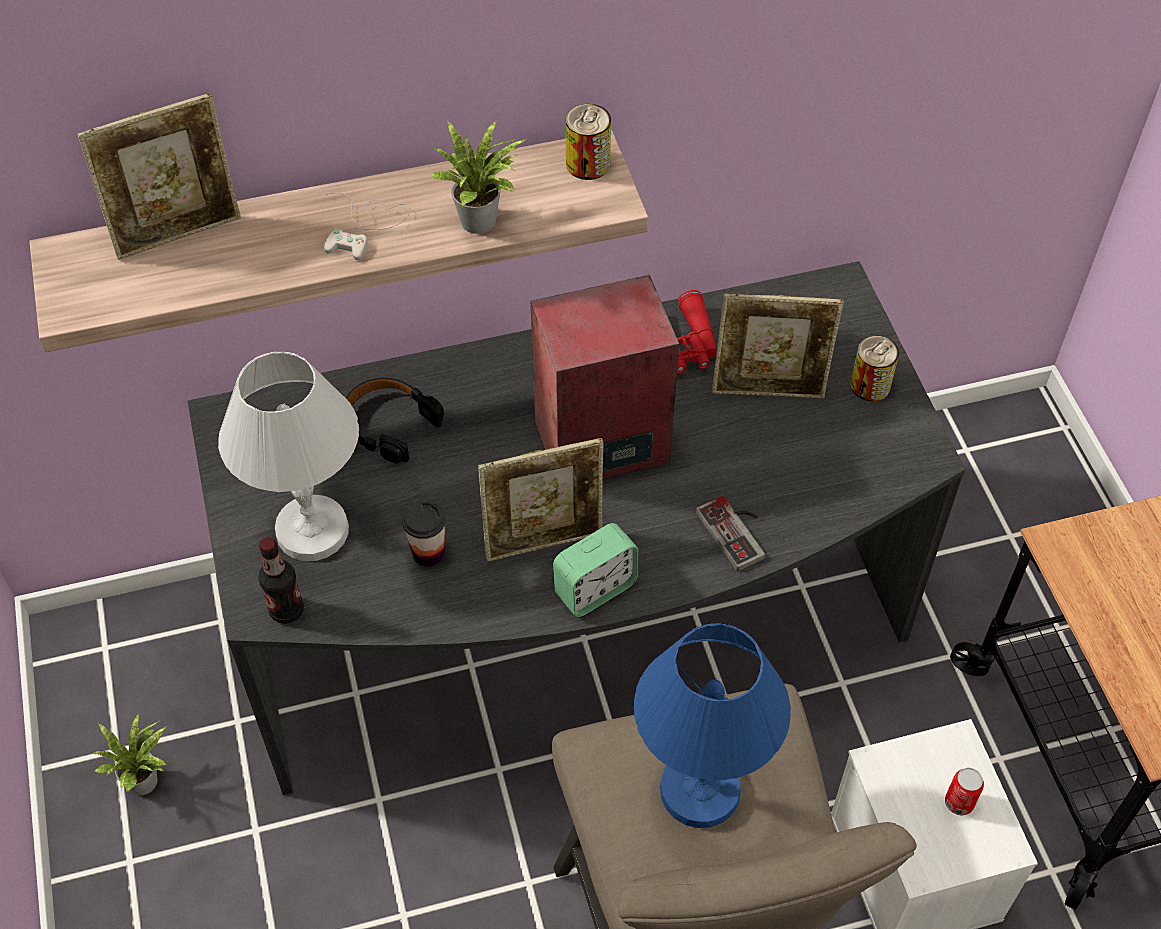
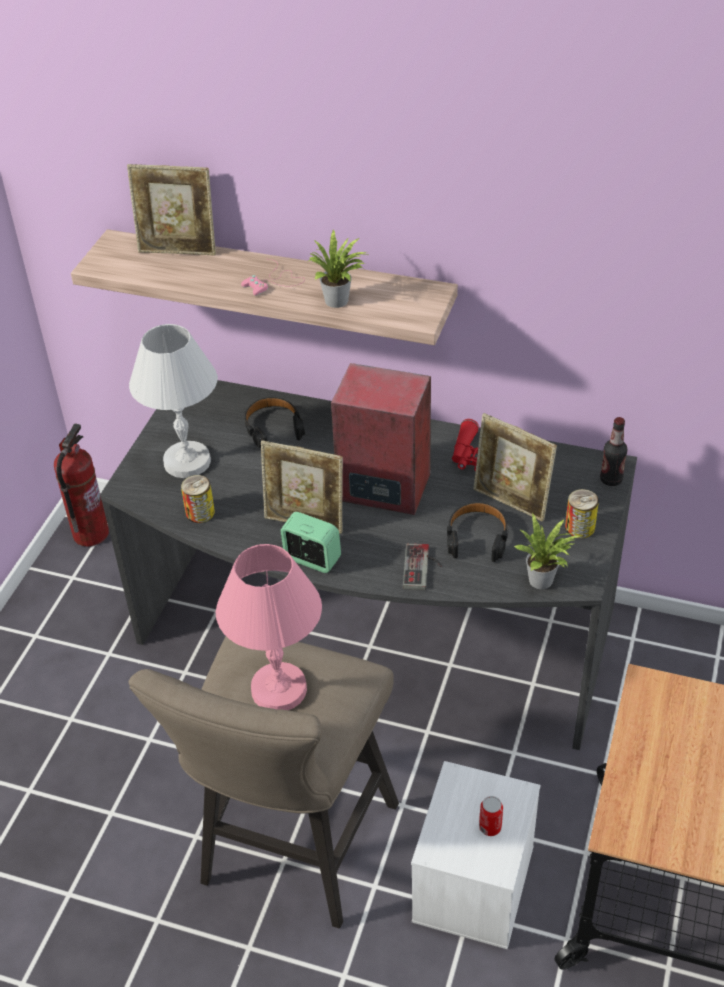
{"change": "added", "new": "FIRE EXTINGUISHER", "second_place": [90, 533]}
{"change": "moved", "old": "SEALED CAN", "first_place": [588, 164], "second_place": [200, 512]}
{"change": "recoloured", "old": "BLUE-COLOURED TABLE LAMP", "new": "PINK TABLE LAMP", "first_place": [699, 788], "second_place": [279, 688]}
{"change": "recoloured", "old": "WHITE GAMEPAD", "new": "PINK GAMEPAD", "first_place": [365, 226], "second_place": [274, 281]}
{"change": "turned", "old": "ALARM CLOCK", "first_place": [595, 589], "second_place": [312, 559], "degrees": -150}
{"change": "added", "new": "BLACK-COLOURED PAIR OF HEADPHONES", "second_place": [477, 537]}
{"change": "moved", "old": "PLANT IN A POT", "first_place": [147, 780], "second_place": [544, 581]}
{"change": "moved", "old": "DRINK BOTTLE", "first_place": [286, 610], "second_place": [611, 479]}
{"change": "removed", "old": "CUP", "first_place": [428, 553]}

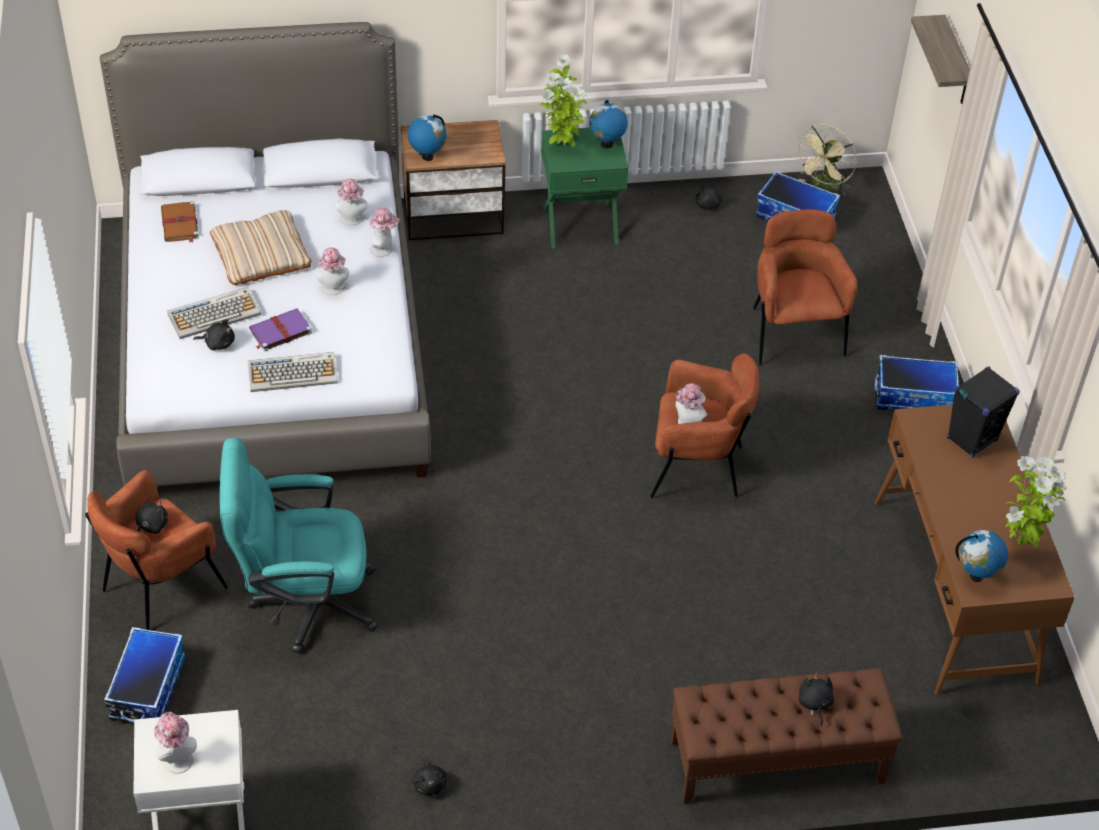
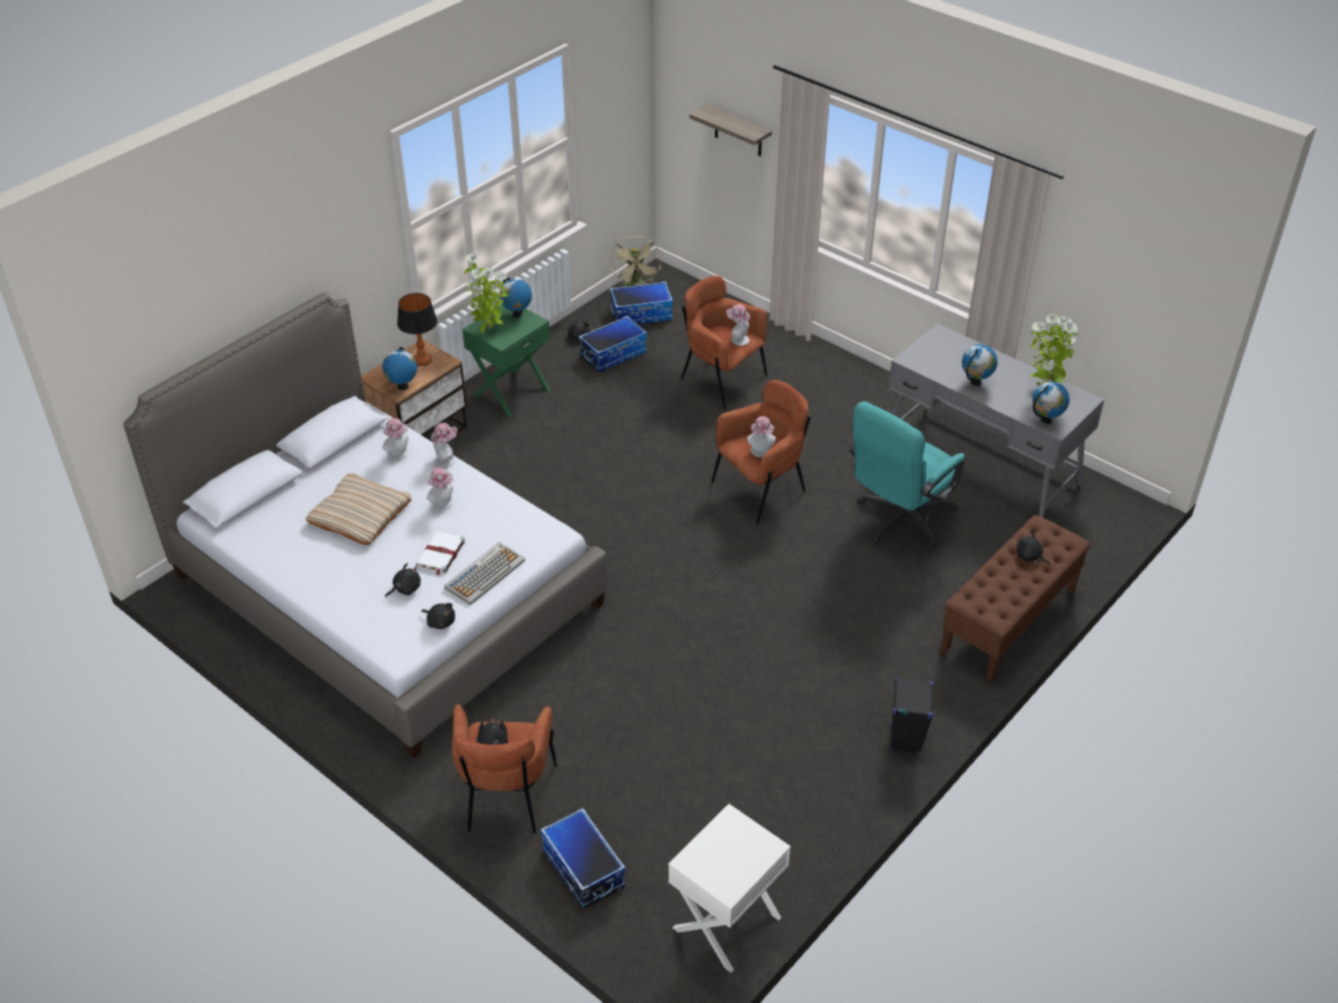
{"change": "added", "new": "TABLE LAMP", "second_place": [422, 361]}
{"change": "recoloured", "old": "PURPLE VOLUME", "new": "WHITE VOLUME", "first_place": [279, 331], "second_place": [440, 554]}
{"change": "moved", "old": "BLACK-COLOURED SOFT TOY", "first_place": [429, 784], "second_place": [440, 622]}
{"change": "moved", "old": "STORAGE BOX", "first_place": [914, 397], "second_place": [613, 354]}
{"change": "moved", "old": "HAT", "first_place": [177, 757], "second_place": [737, 339]}
{"change": "moved", "old": "TURQUOISE COMPUTER CHAIR", "first_place": [303, 603], "second_place": [899, 522]}
{"change": "recoloured", "old": "BROWN-COLOURED DESK", "new": "GREYISH DESK", "first_place": [953, 590], "second_place": [980, 465]}
{"change": "moved", "old": "BLACK-COLOURED AUDIO SPEAKER", "first_place": [972, 439], "second_place": [905, 739]}
{"change": "added", "new": "DESK GLOBE", "second_place": [976, 382]}
{"change": "removed", "old": "BROWN-COLOURED VOLUME", "first_place": [180, 224]}
{"change": "removed", "old": "COMPUTER KEYBOARD", "first_place": [215, 314]}

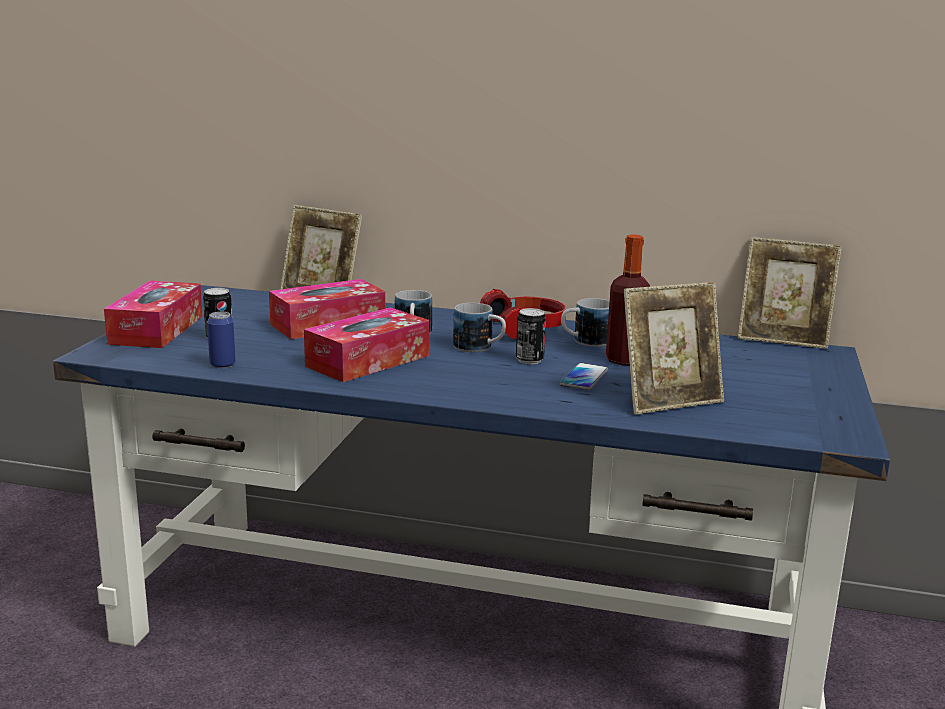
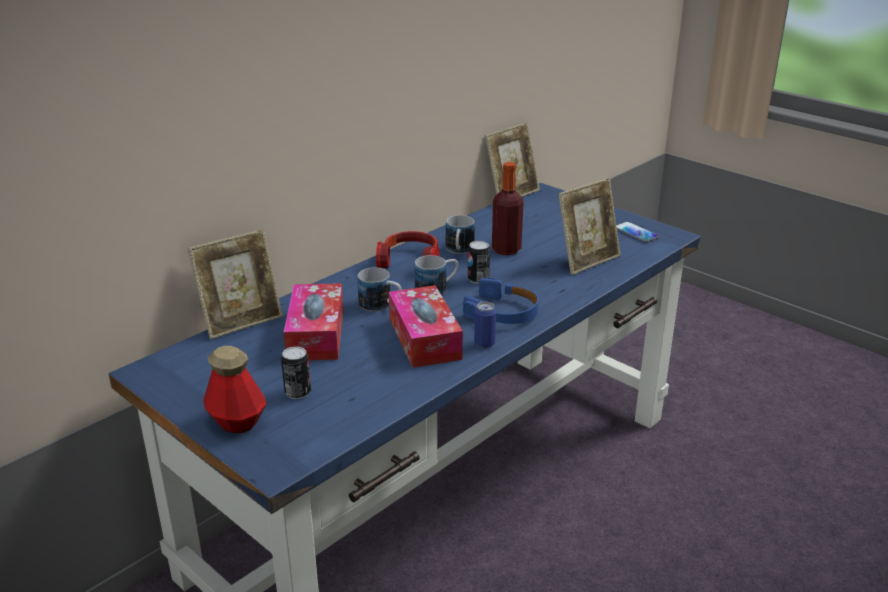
{"change": "replaced", "old": "TISSUE BOX", "new": "DRINK BOTTLE", "first_place": [157, 330], "second_place": [237, 422]}
{"change": "added", "new": "BLUE-COLOURED PAIR OF HEADPHONES", "second_place": [503, 312]}
{"change": "moved", "old": "SEALED CAN", "first_place": [222, 364], "second_place": [484, 343]}
{"change": "turned", "old": "PHOTO FRAME", "first_place": [669, 401], "second_place": [587, 260], "degrees": 45}
{"change": "moved", "old": "PHONE", "first_place": [584, 378], "second_place": [636, 233]}

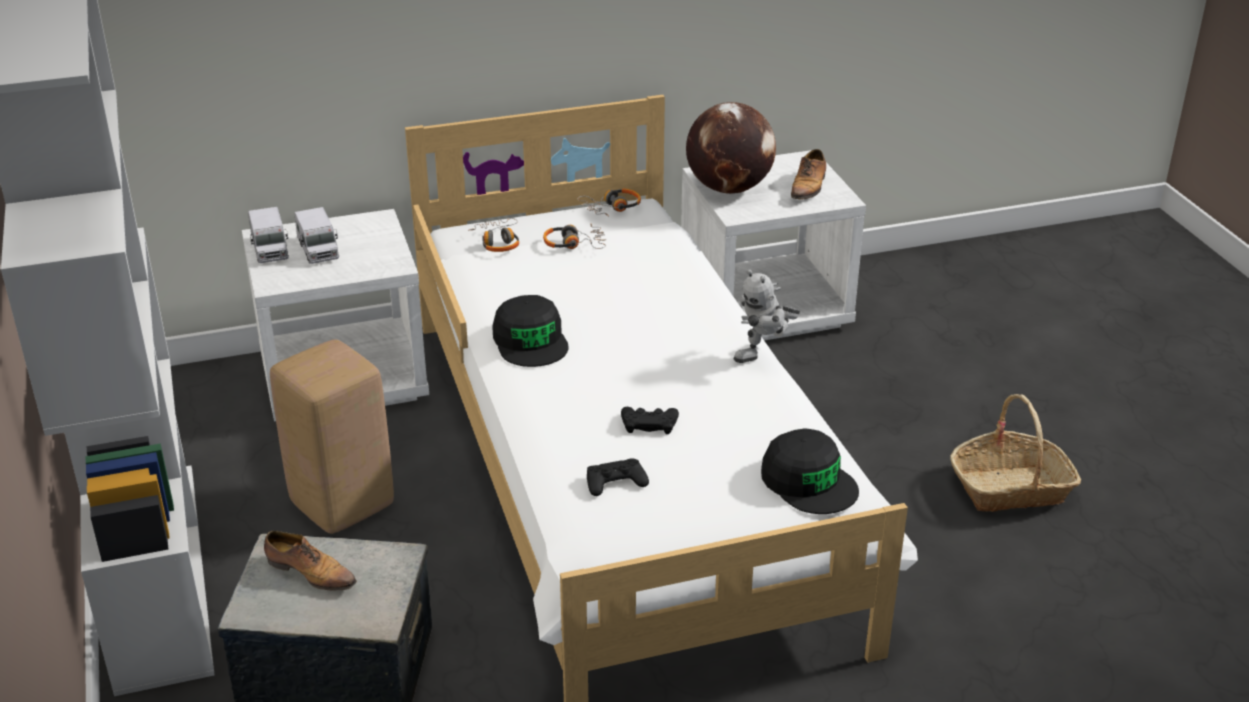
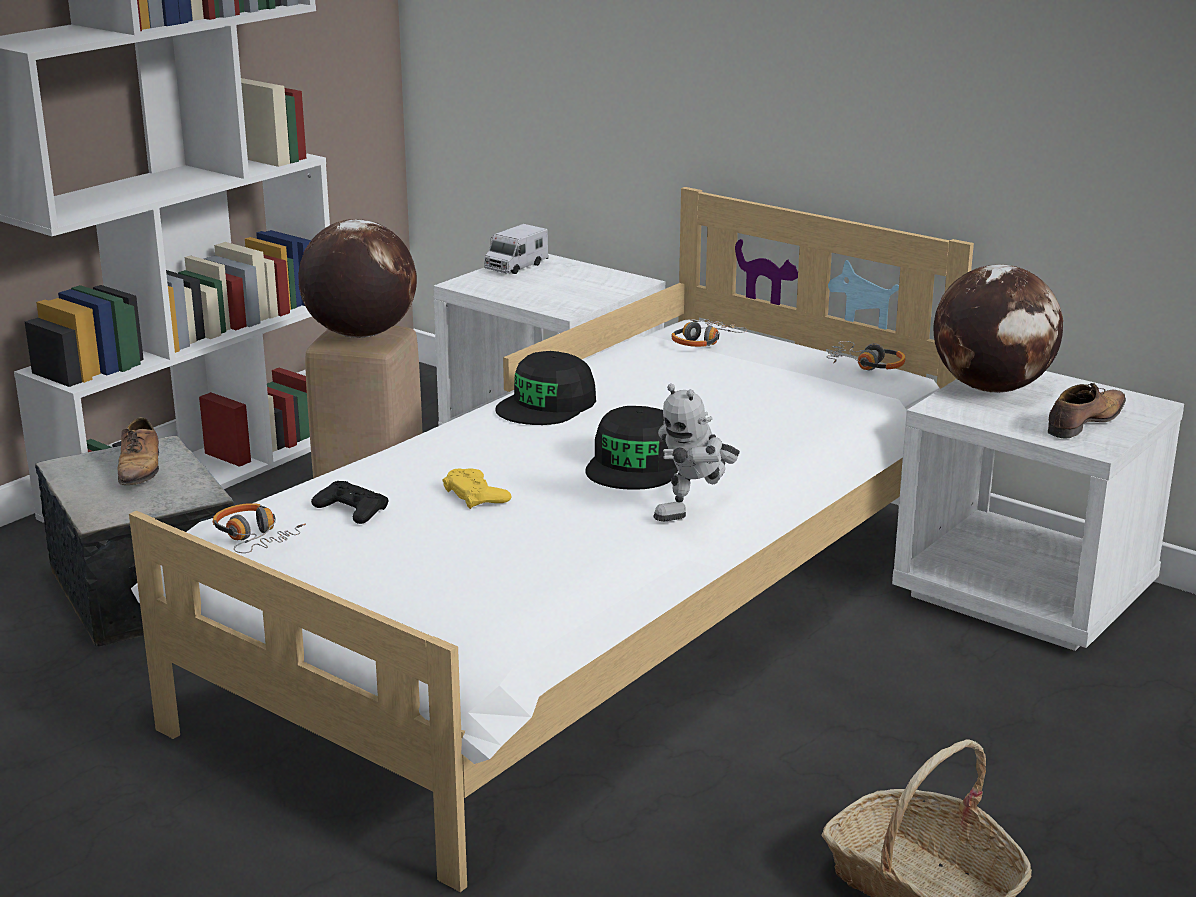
{"change": "moved", "old": "PAIR OF HEADPHONES", "first_place": [574, 244], "second_place": [255, 538]}
{"change": "added", "new": "DESK GLOBE", "second_place": [360, 334]}
{"change": "recoloured", "old": "BLACK-COLOURED GAMEPAD", "new": "YELLOW-COLOURED GAMEPAD", "first_place": [649, 424], "second_place": [476, 495]}
{"change": "moved", "old": "BLACK-COLOURED BASEBALL CAP", "first_place": [809, 481], "second_place": [636, 465]}
{"change": "turned", "old": "TOY ROBOT", "first_place": [765, 356], "second_place": [695, 513], "degrees": -60}
{"change": "turned", "old": "SHOE", "first_place": [808, 187], "second_place": [1084, 423], "degrees": 150}
{"change": "removed", "old": "TOY TRUCK", "first_place": [318, 250]}

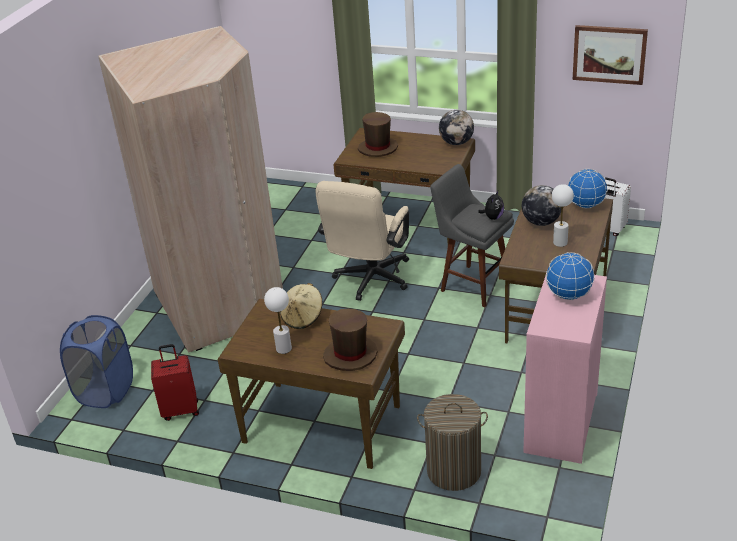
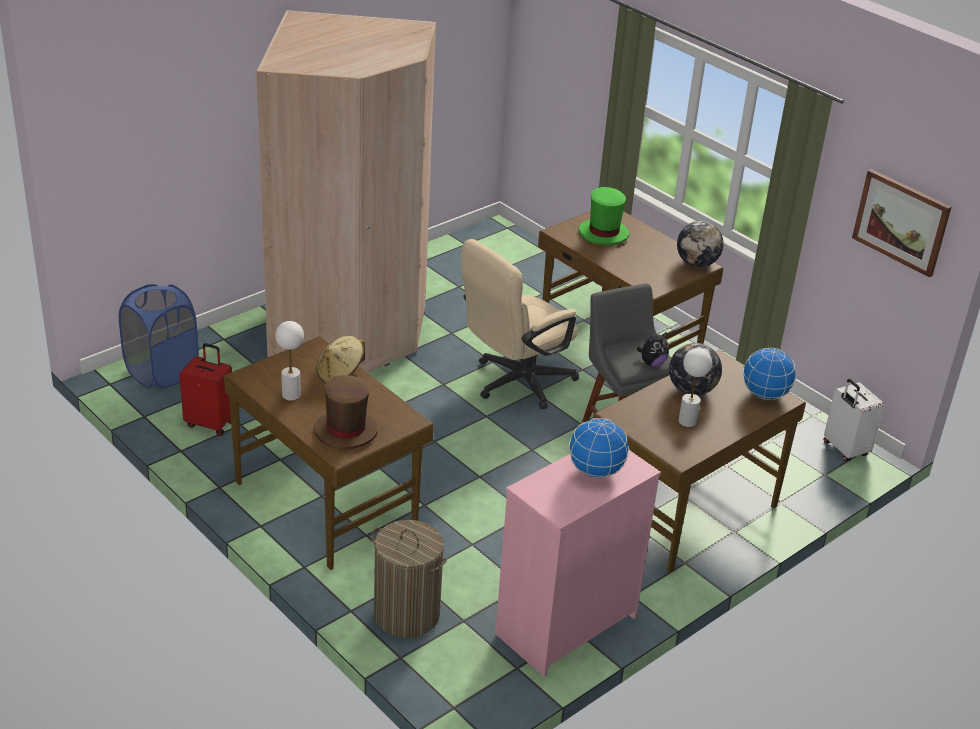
{"change": "recoloured", "old": "BROWN-COLOURED HAT", "new": "GREEN-COLOURED HAT", "first_place": [378, 148], "second_place": [603, 234]}

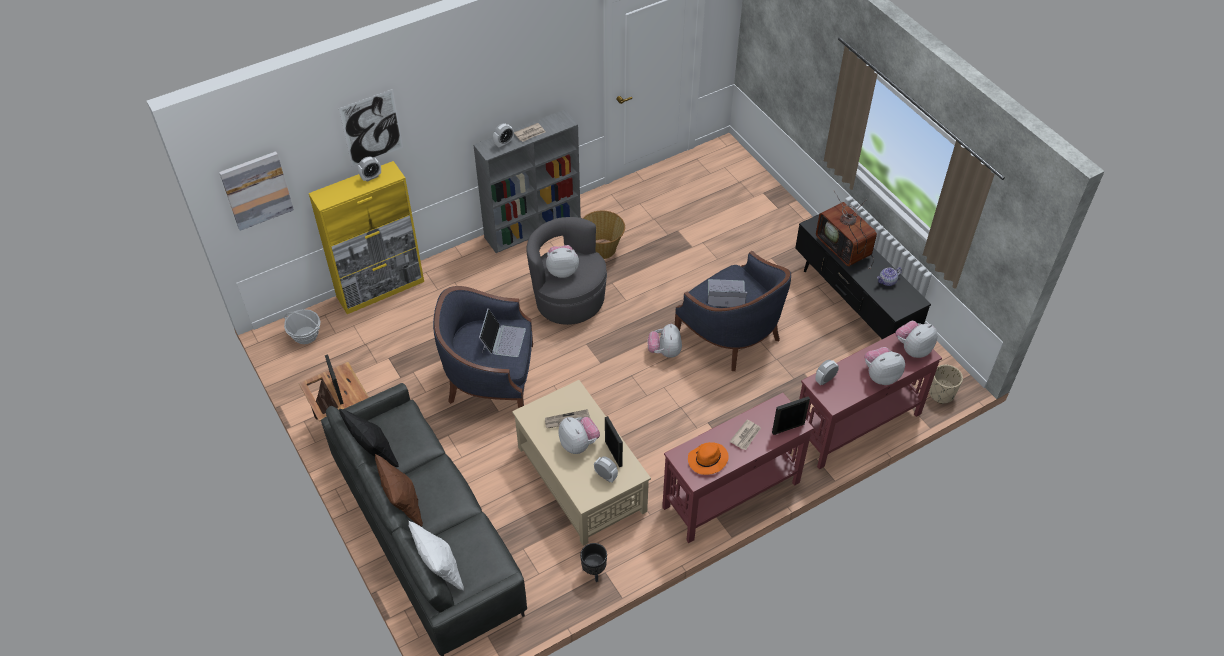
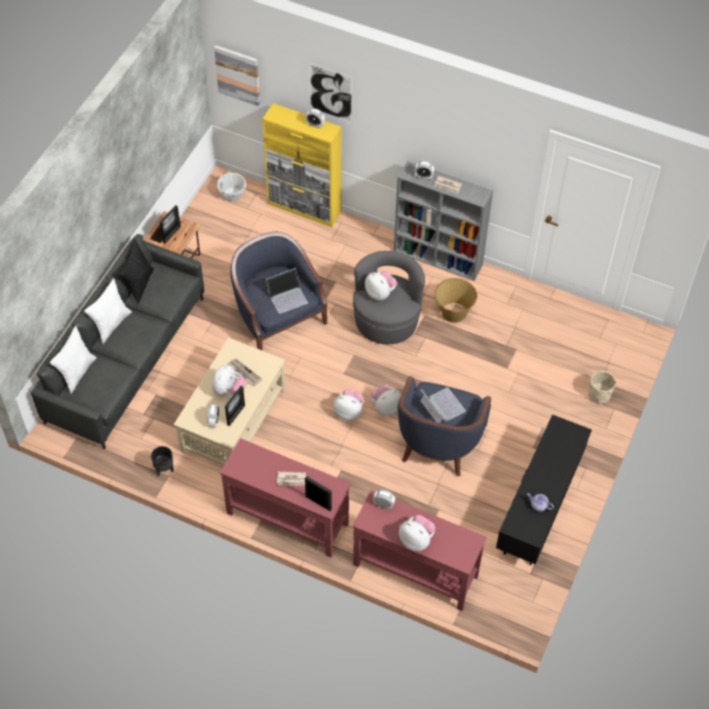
{"change": "recoloured", "old": "BROWN-COLOURED CUSHION", "new": "WHITE CUSHION", "first_place": [403, 505], "second_place": [111, 324]}
{"change": "moved", "old": "SOFT TOY", "first_place": [913, 349], "second_place": [349, 412]}
{"change": "moved", "old": "BEIGE-COLOURED PLANTER", "first_place": [941, 393], "second_place": [599, 395]}
{"change": "removed", "old": "ORANGE HAT", "first_place": [707, 460]}
{"change": "removed", "old": "TV SET", "first_place": [845, 248]}

